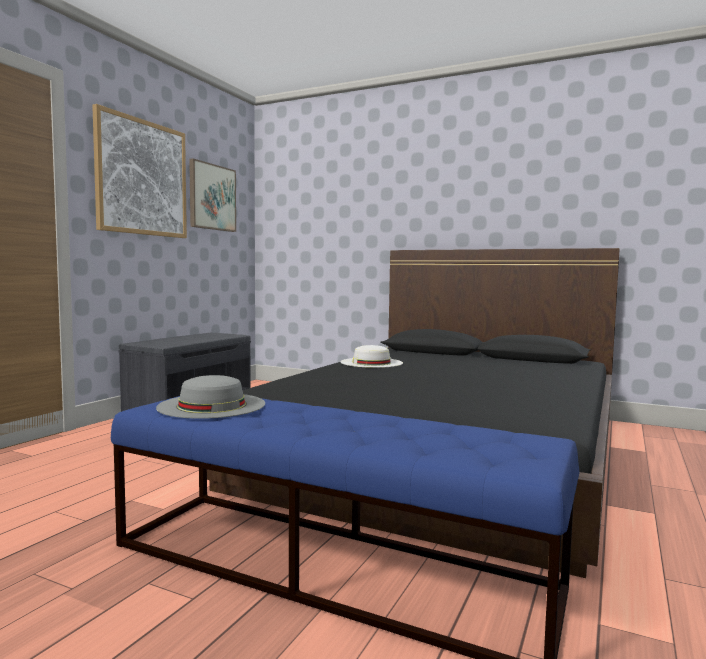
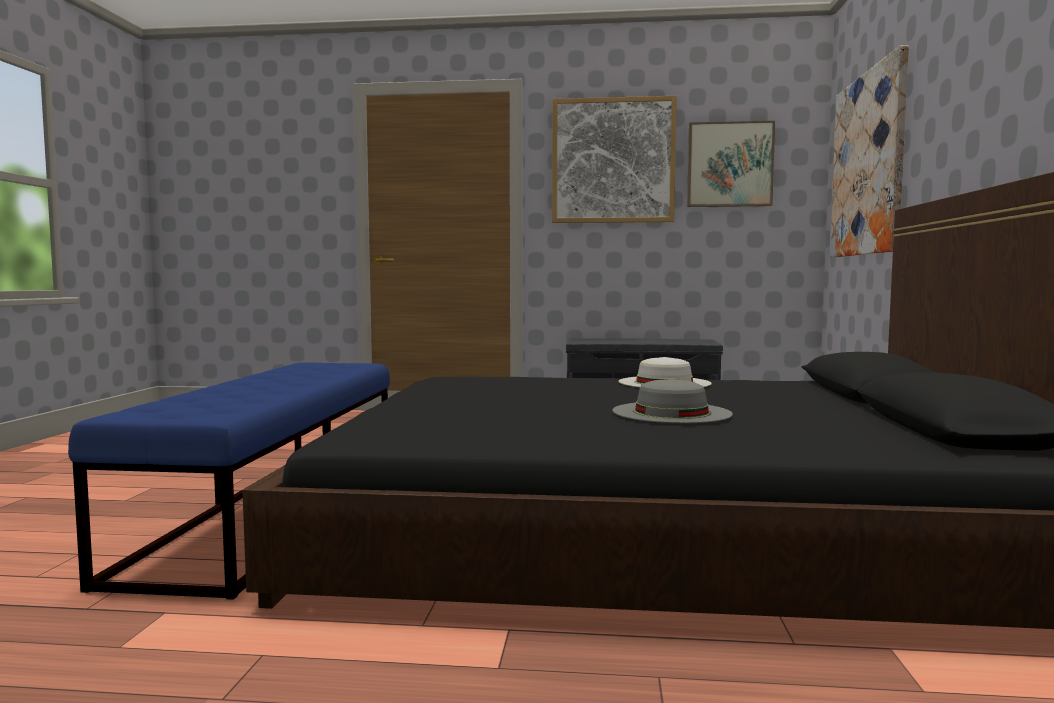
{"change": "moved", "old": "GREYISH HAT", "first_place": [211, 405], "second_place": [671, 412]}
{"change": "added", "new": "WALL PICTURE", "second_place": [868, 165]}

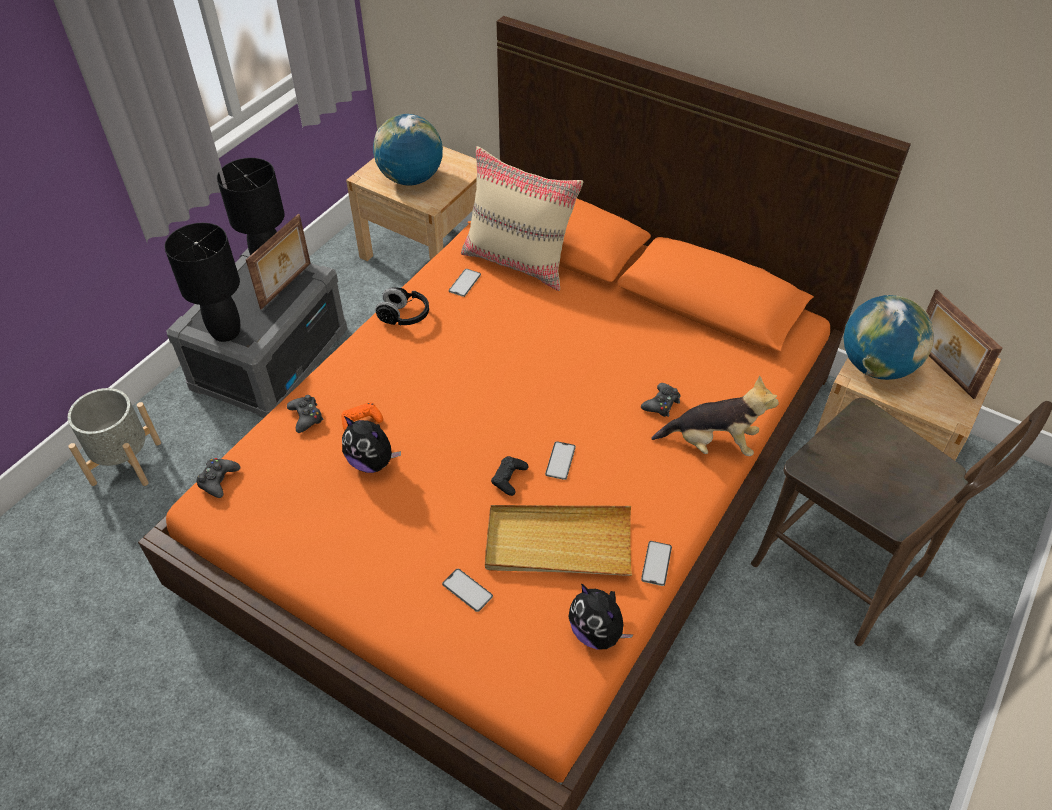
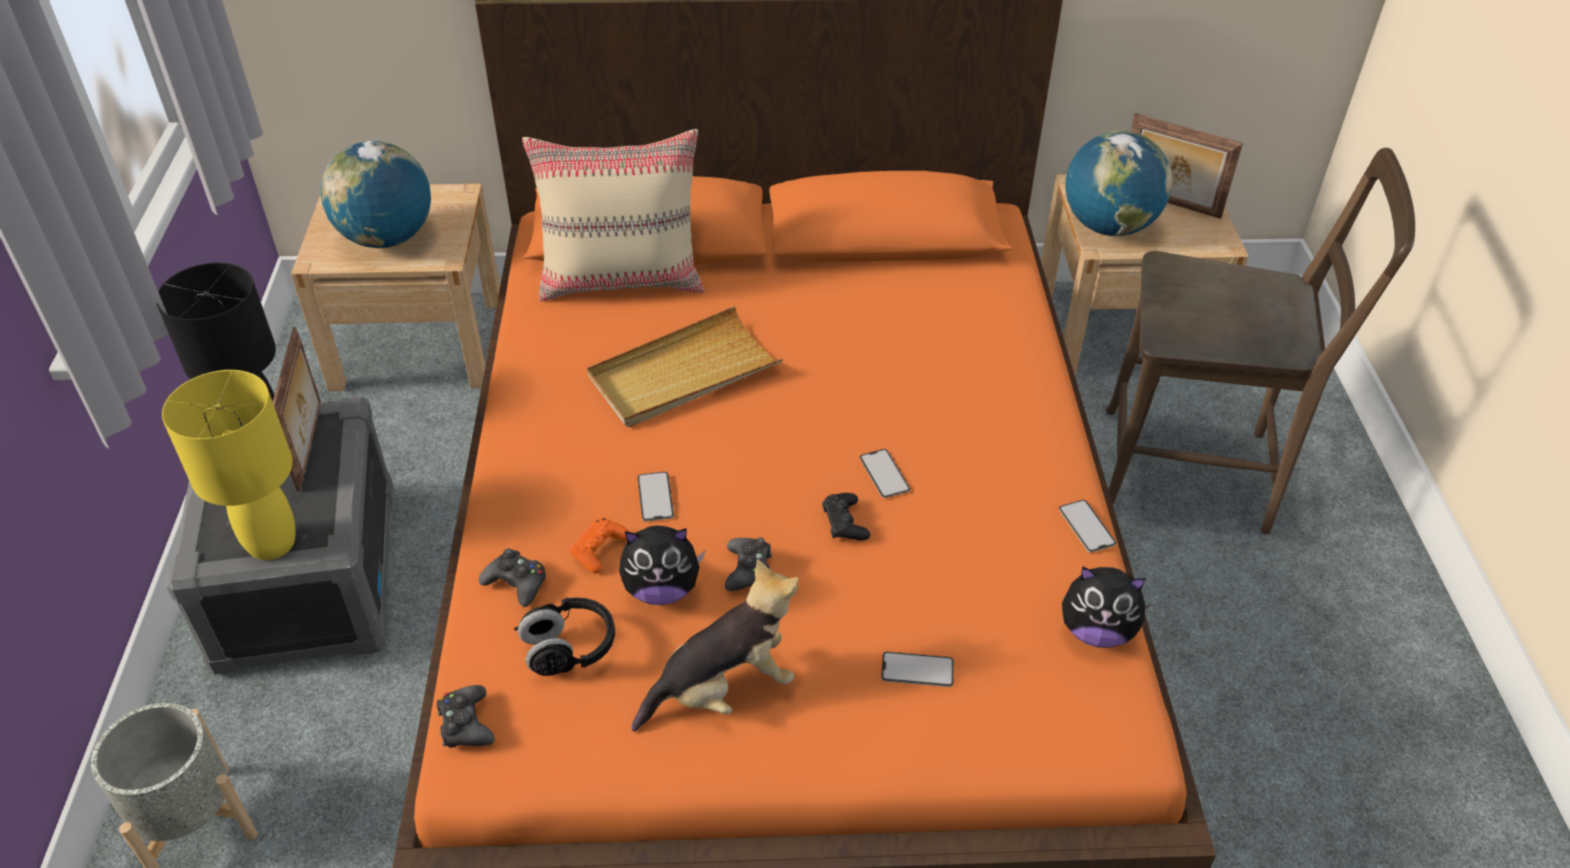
{"change": "recoloured", "old": "BLACK-COLOURED TABLE LAMP", "new": "YELLOW-COLOURED TABLE LAMP", "first_place": [226, 332], "second_place": [272, 543]}
{"change": "moved", "old": "BLACK-COLOURED PAIR OF HEADPHONES", "first_place": [404, 316], "second_place": [569, 649]}
{"change": "moved", "old": "BEIGE-COLOURED CARRYING TRAY", "first_place": [558, 543], "second_place": [683, 373]}
{"change": "moved", "old": "SOFT TOY", "first_place": [712, 443], "second_place": [724, 689]}
{"change": "moved", "old": "PHONE", "first_place": [465, 283], "second_place": [655, 497]}
{"change": "moved", "old": "BLACK-COLOURED GAMEPAD", "first_place": [661, 404], "second_place": [748, 570]}

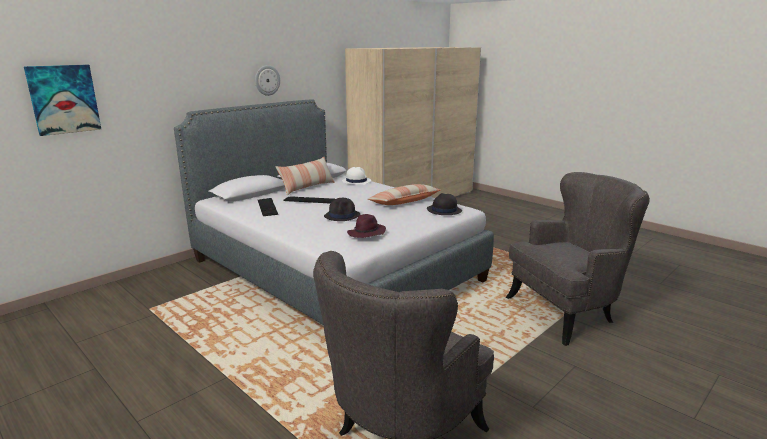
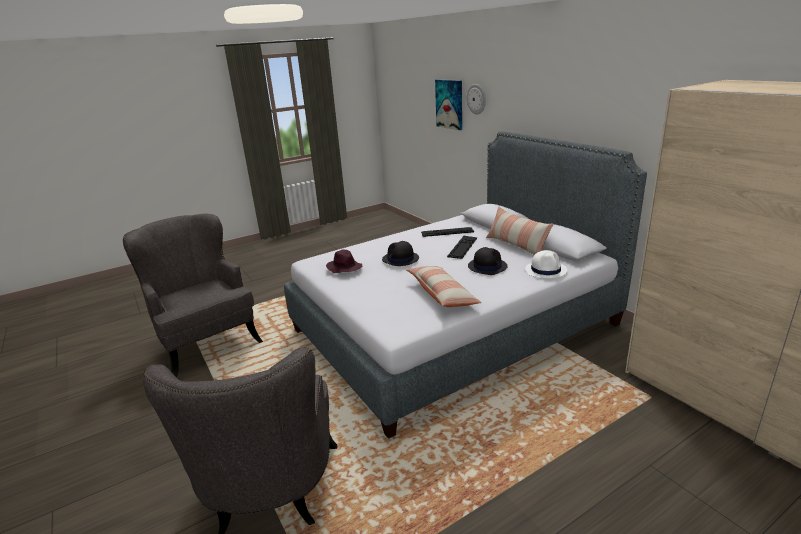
{"change": "moved", "old": "WALL CLOCK", "first_place": [267, 80], "second_place": [476, 99]}
{"change": "moved", "old": "BLACK-COLOURED HAT", "first_place": [444, 210], "second_place": [487, 266]}

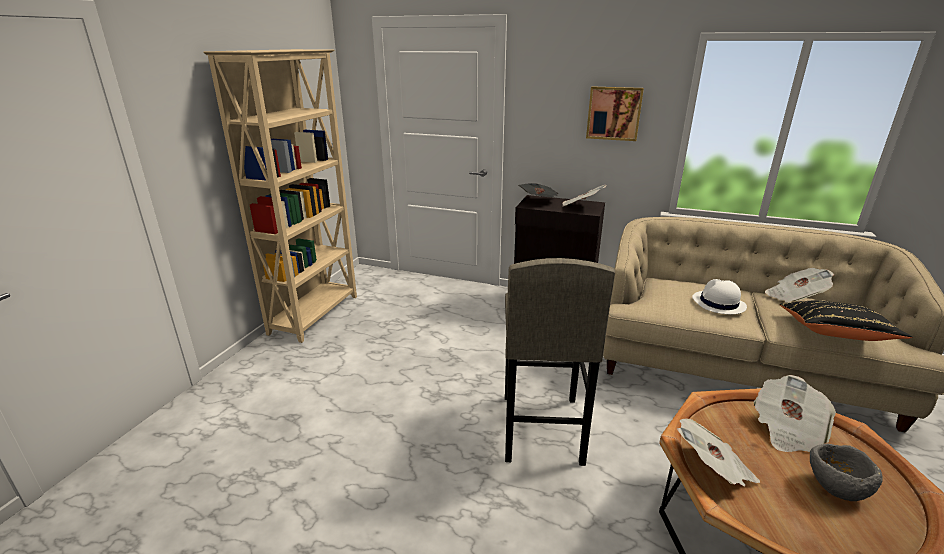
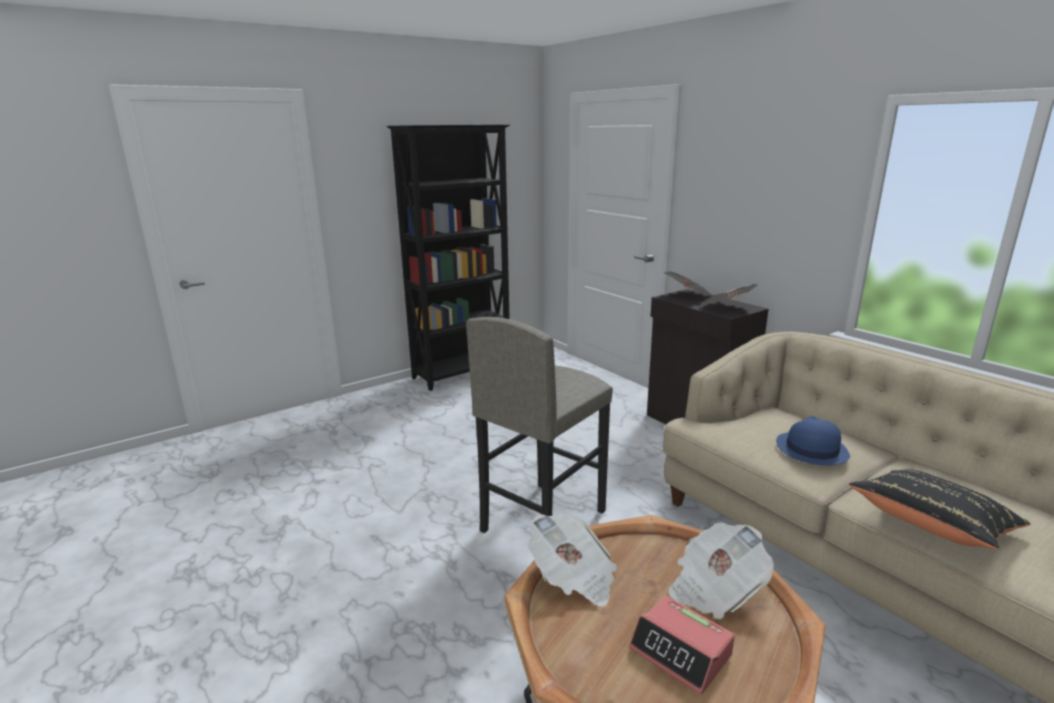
{"change": "recoloured", "old": "BEIGE-COLOURED SHELVING UNIT", "new": "BLACK-COLOURED SHELVING UNIT", "first_place": [316, 314], "second_place": [463, 373]}
{"change": "replaced", "old": "GREYISH SERVING BOWL", "new": "ALARM CLOCK", "first_place": [835, 488], "second_place": [681, 652]}
{"change": "recoloured", "old": "WHITE HAT", "new": "BLUE-COLOURED HAT", "first_place": [718, 303], "second_place": [811, 449]}
{"change": "removed", "old": "WALL PICTURE", "first_place": [614, 113]}
{"change": "removed", "old": "NEWSPAPER", "first_place": [794, 297]}

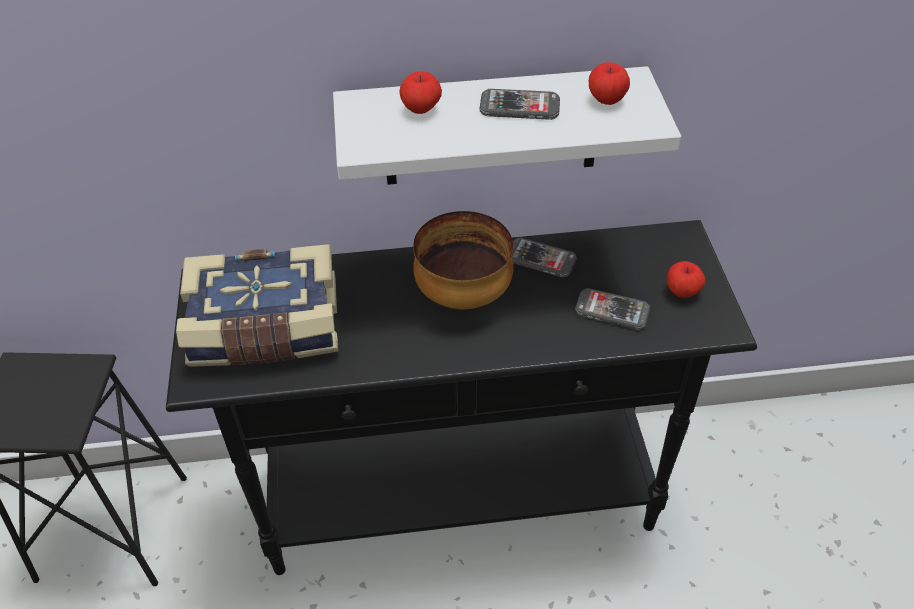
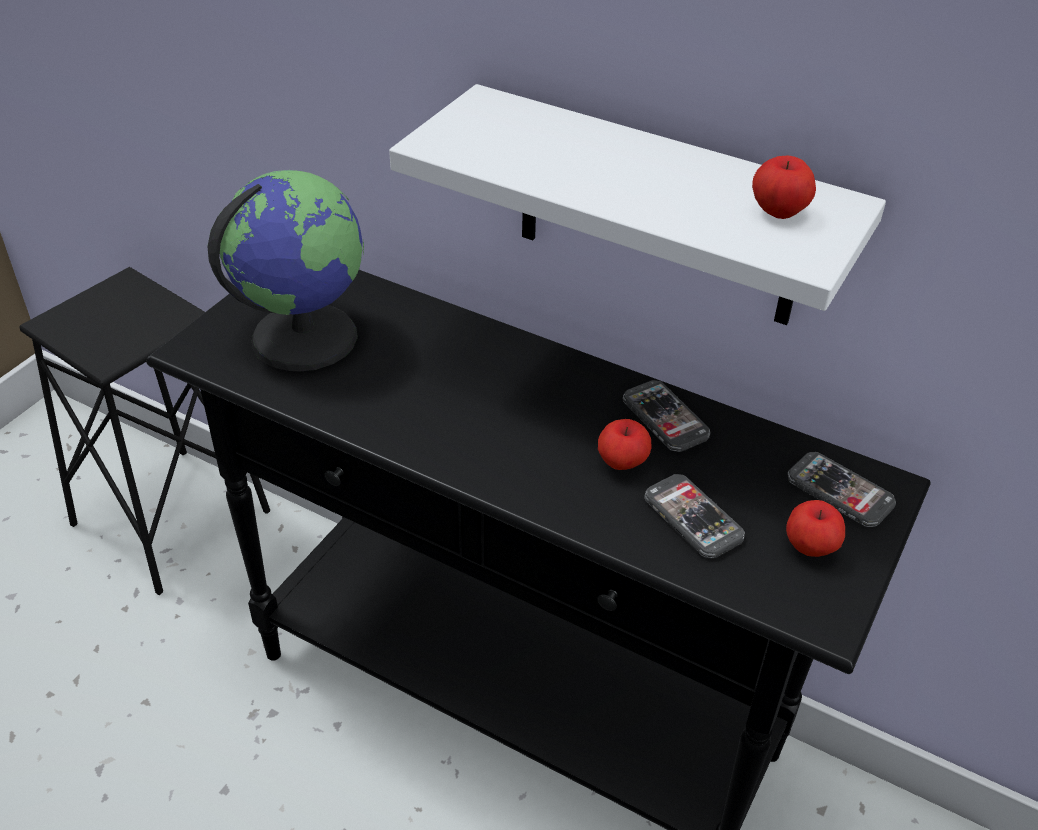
{"change": "replaced", "old": "VOLUME", "new": "DESK GLOBE", "first_place": [265, 329], "second_place": [303, 336]}
{"change": "moved", "old": "APPLE", "first_place": [421, 109], "second_place": [621, 463]}
{"change": "moved", "old": "PHONE", "first_place": [519, 107], "second_place": [839, 491]}
{"change": "removed", "old": "SERVING BOWL", "first_place": [463, 296]}

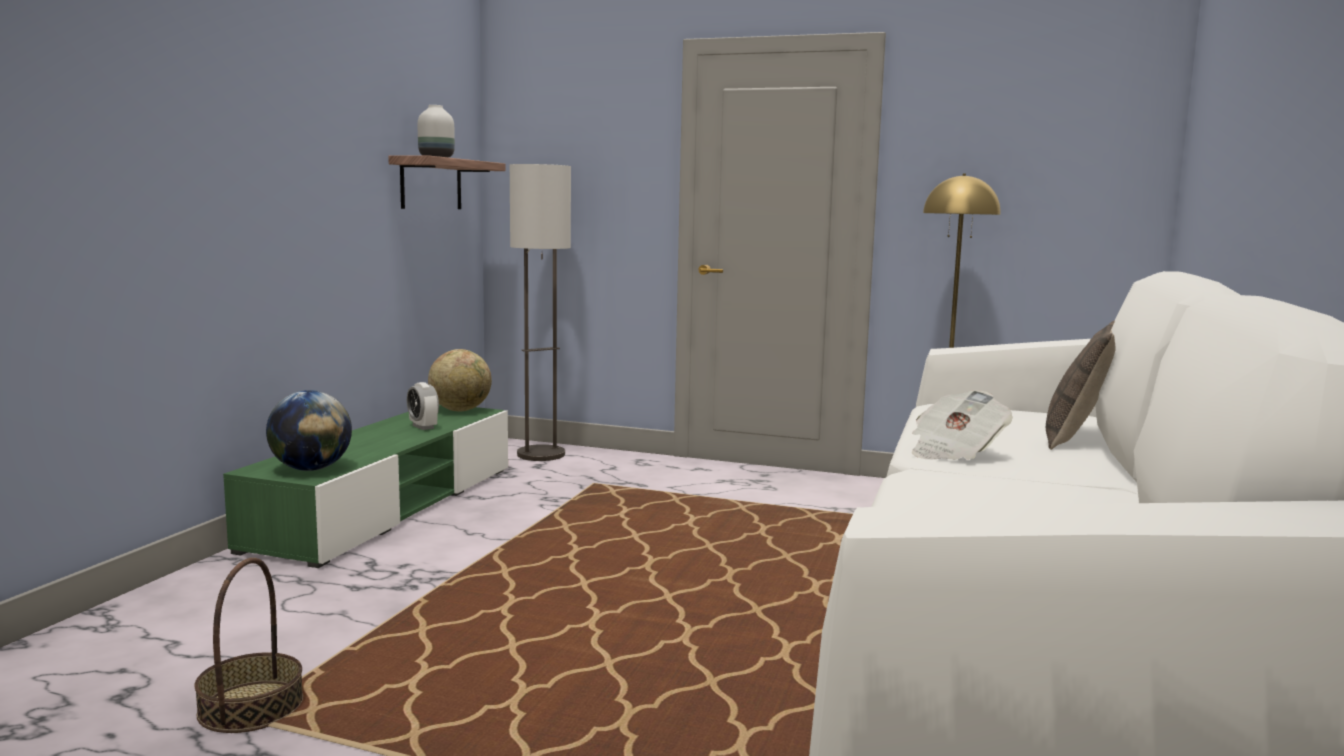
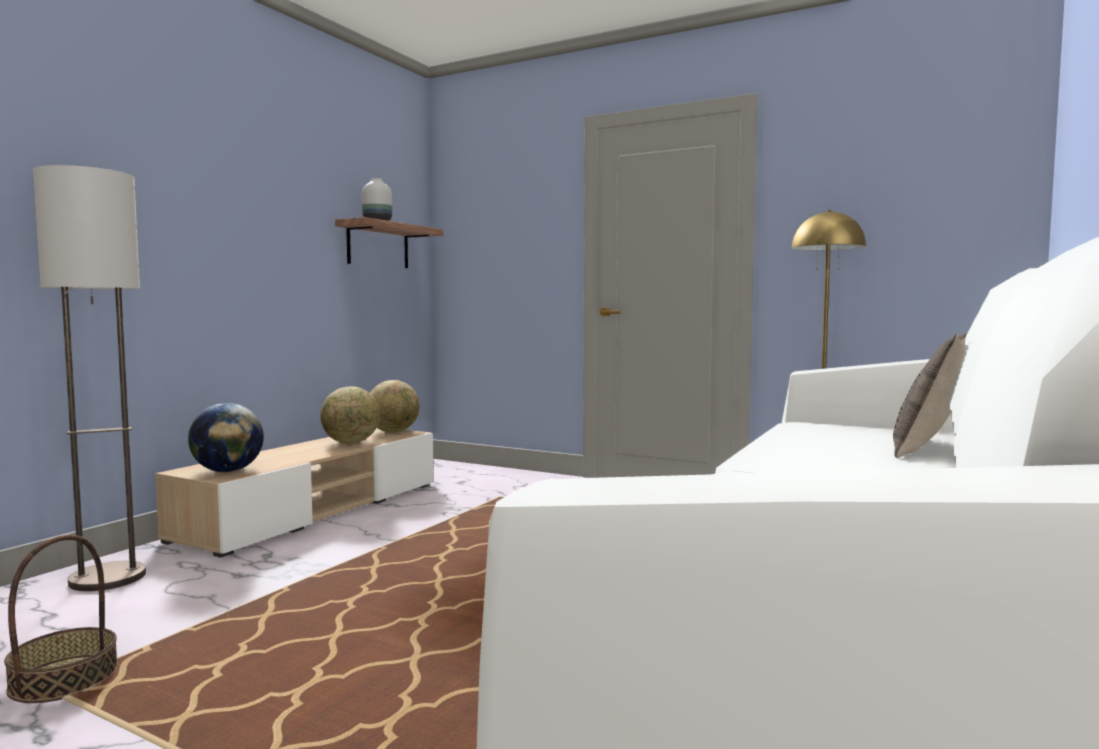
{"change": "moved", "old": "STANDARD LAMP", "first_place": [541, 454], "second_place": [108, 578]}
{"change": "recoloured", "old": "GREEN-COLOURED MEDIA CONSOLE", "new": "BEIGE-COLOURED MEDIA CONSOLE", "first_place": [388, 506], "second_place": [315, 510]}
{"change": "replaced", "old": "ALARM CLOCK", "new": "DESK GLOBE", "first_place": [423, 427], "second_place": [351, 443]}
{"change": "removed", "old": "NEWSPAPER", "first_place": [954, 452]}

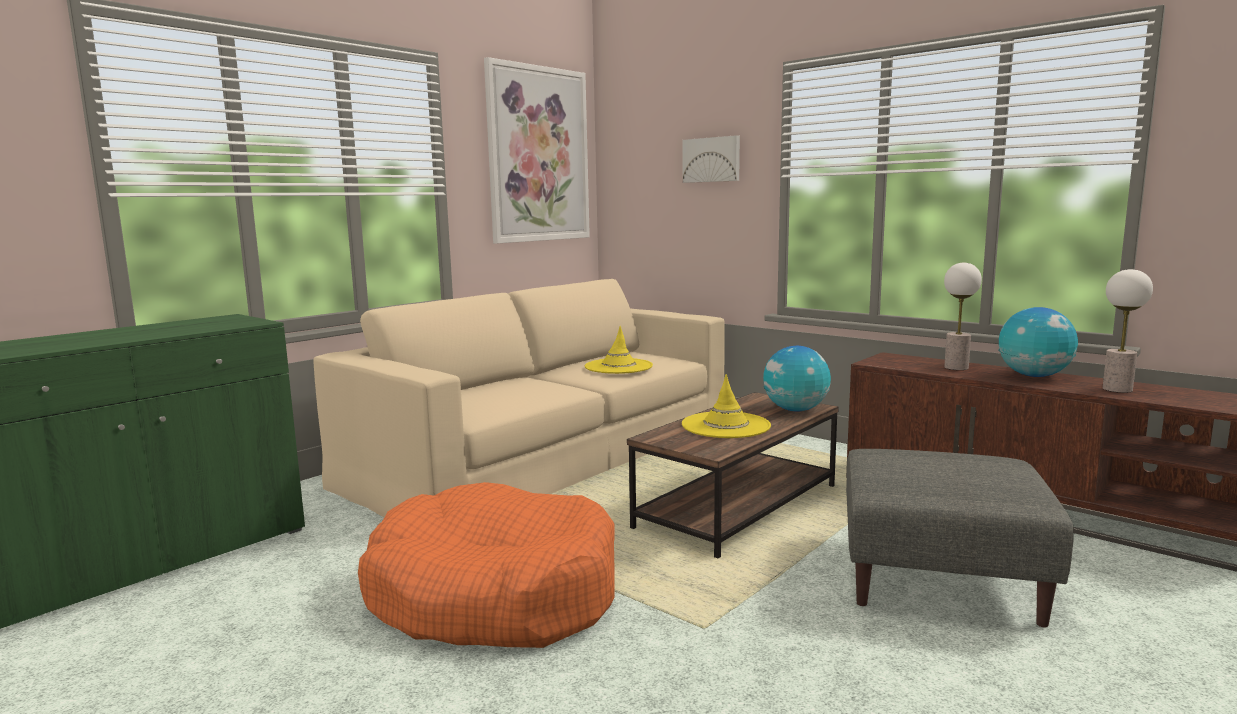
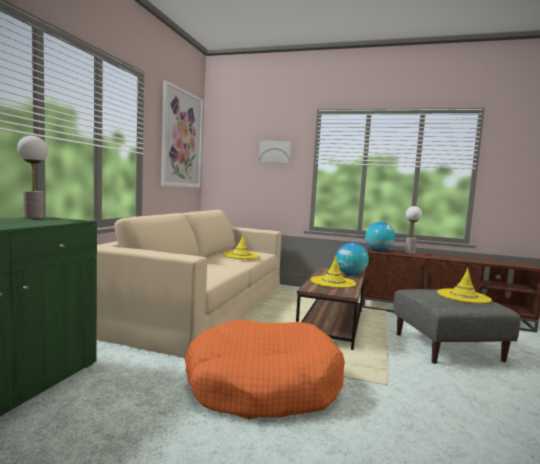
{"change": "moved", "old": "TABLE LAMP", "first_place": [1117, 389], "second_place": [34, 217]}
{"change": "moved", "old": "DESK GLOBE", "first_place": [1034, 376], "second_place": [379, 250]}
{"change": "added", "new": "YELLOW-COLOURED HAT", "second_place": [463, 296]}

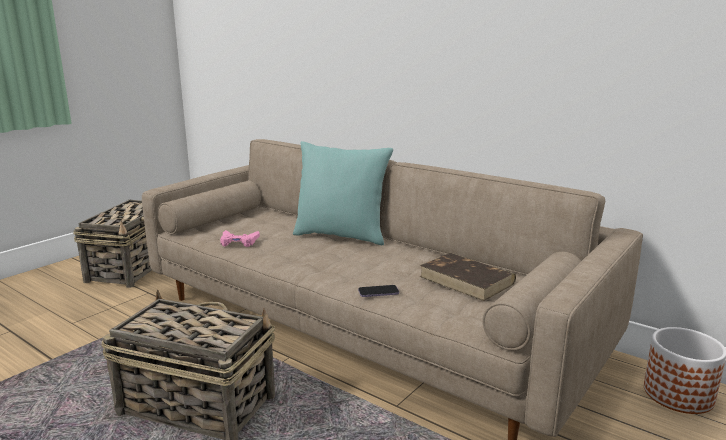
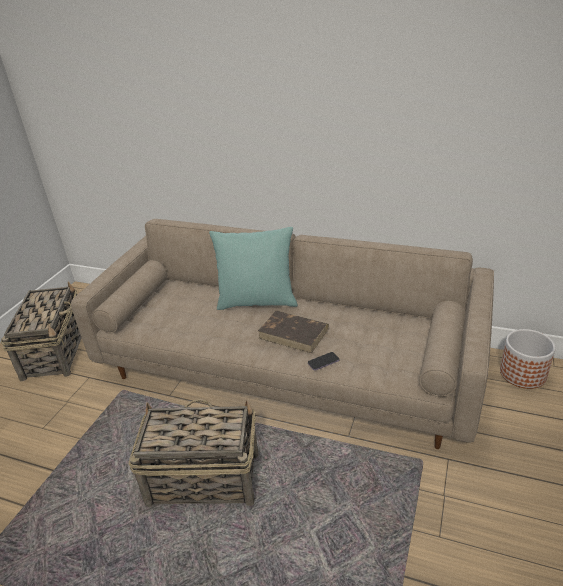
{"change": "moved", "old": "BROWN-COLOURED VOLUME", "first_place": [467, 280], "second_place": [294, 333]}
{"change": "removed", "old": "PINK GAMEPAD", "first_place": [238, 242]}

